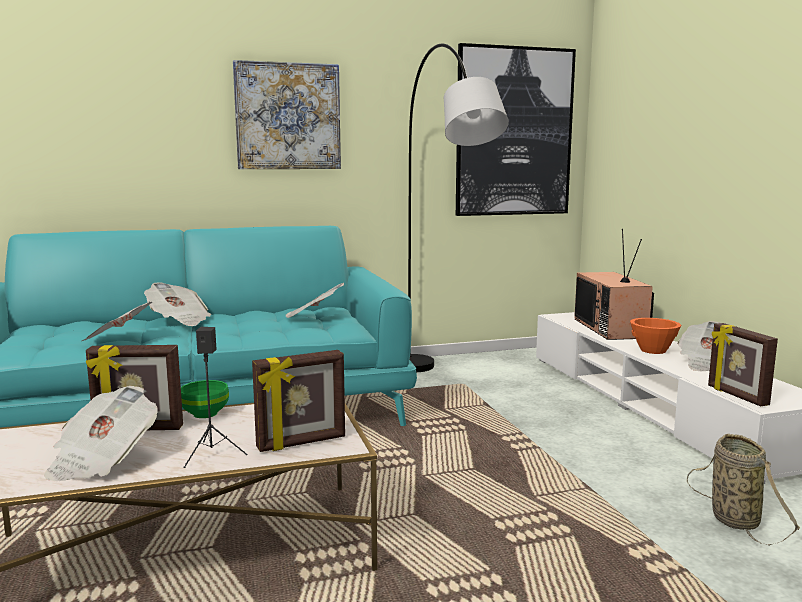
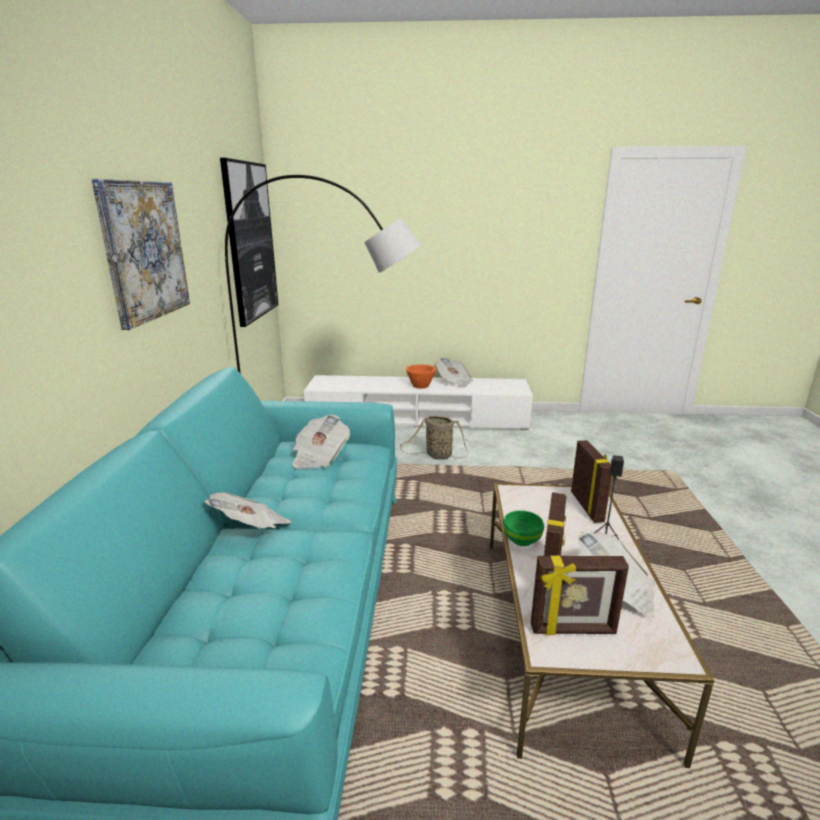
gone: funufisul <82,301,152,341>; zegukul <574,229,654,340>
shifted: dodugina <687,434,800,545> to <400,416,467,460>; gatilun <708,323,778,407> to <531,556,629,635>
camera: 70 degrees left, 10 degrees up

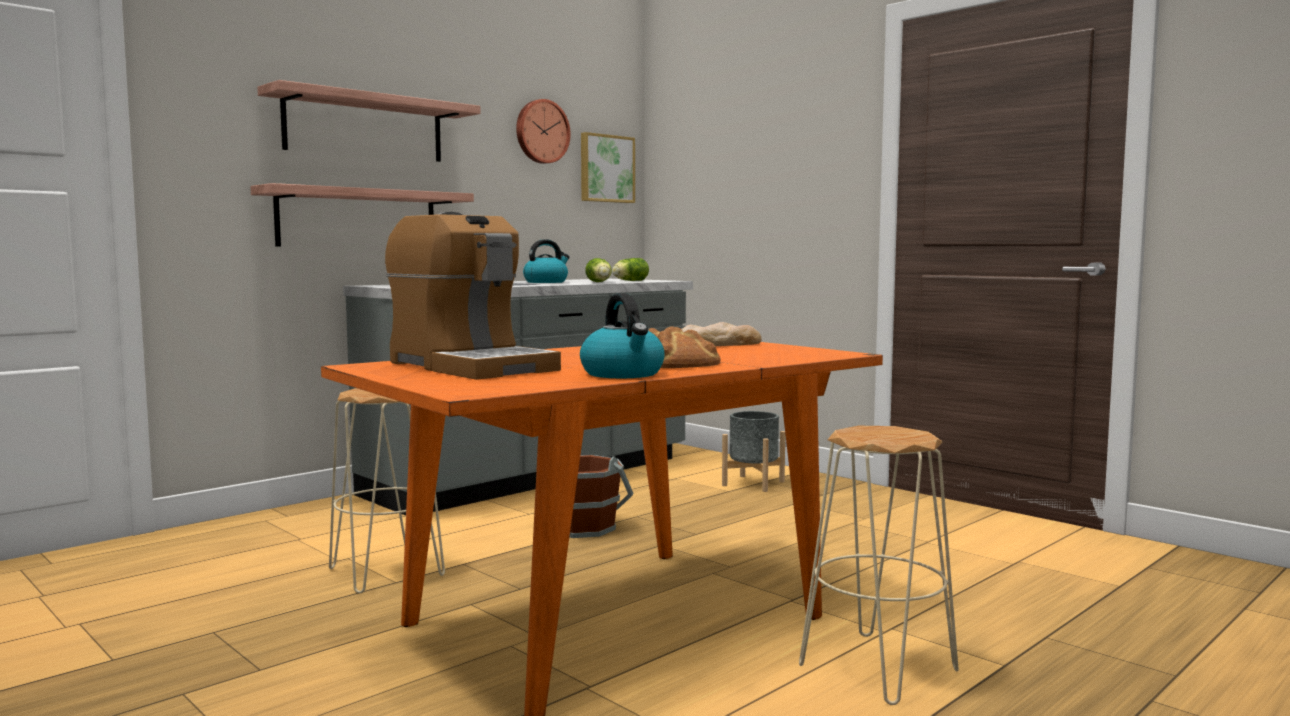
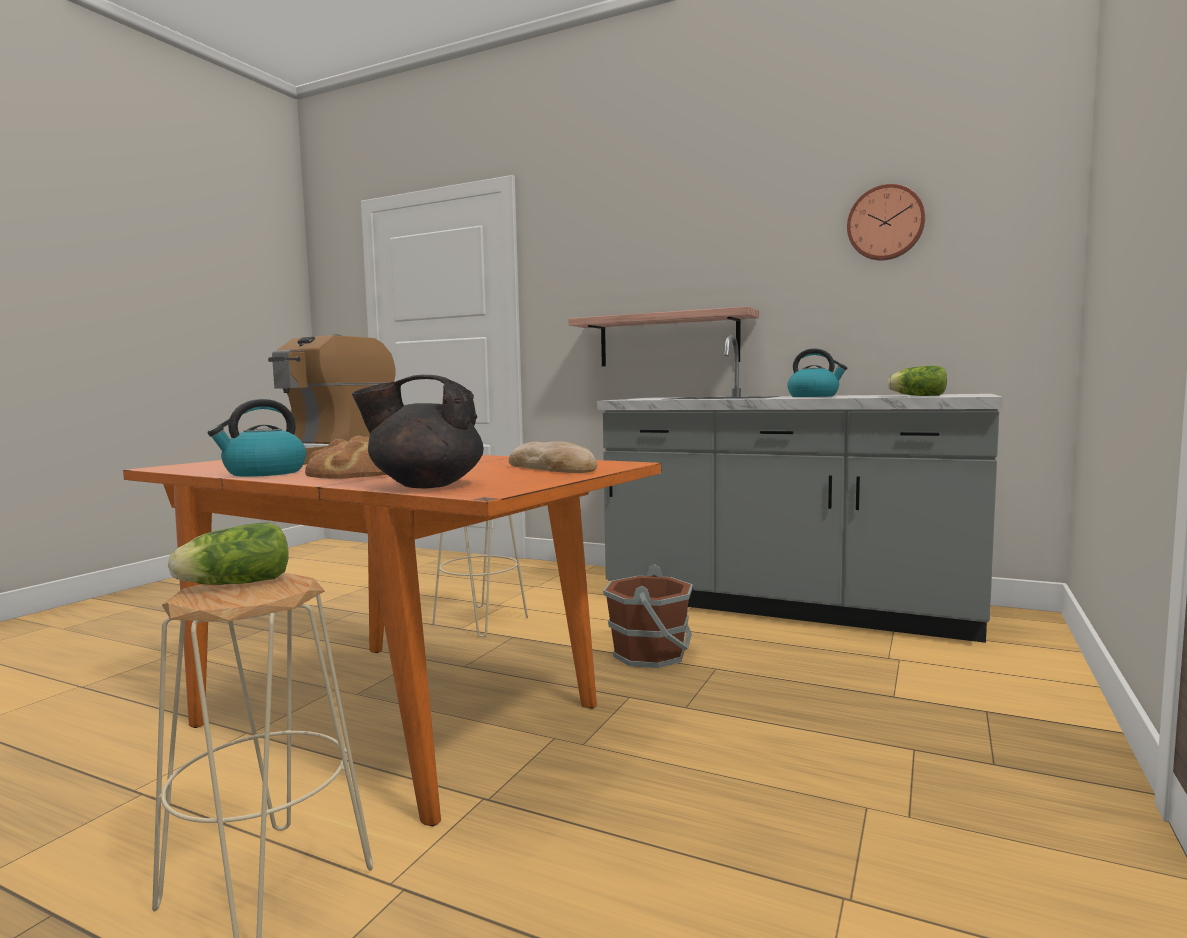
gone: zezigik <257,80,481,162>; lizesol <581,132,635,203>; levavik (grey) <722,411,785,492>
new: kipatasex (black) <352,375,484,489>
shifted: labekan <585,258,612,282> to <168,523,289,585>
camera: 70 degrees right, 0 degrees up

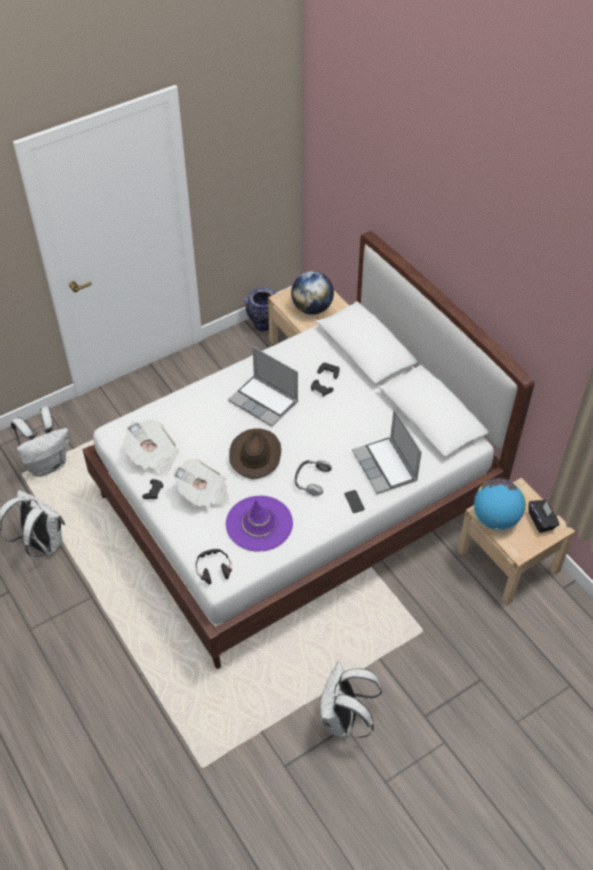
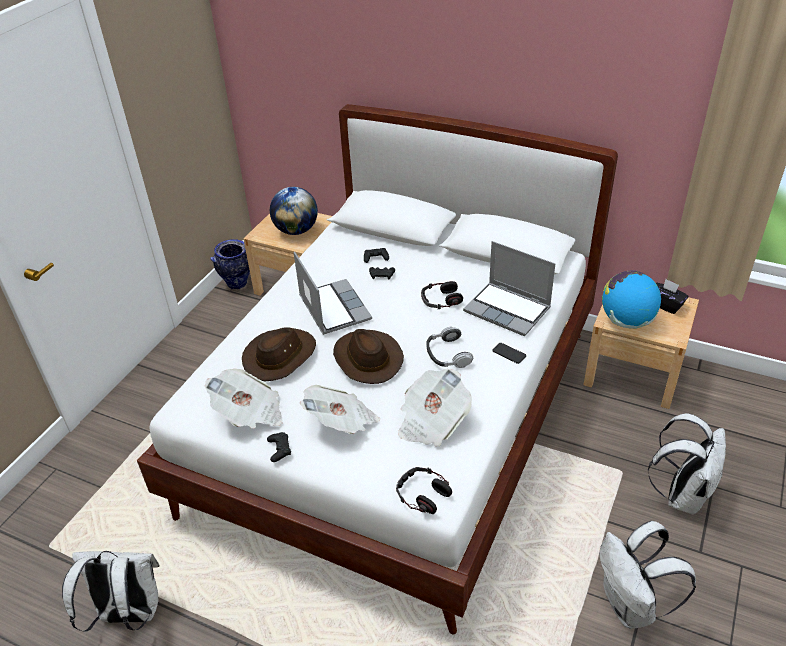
new: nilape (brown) <242,327,316,381>; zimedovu <421,281,463,309>
shifted: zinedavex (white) <11,407,70,477> to <648,413,726,515>
swapped: nilape (purple) <226,496,293,551> to funufisul <398,369,472,447>
rotated: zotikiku <228,346,298,427> = <294,252,372,335> 120 degrees counterclockwise
camera: 30 degrees left, 10 degrees down

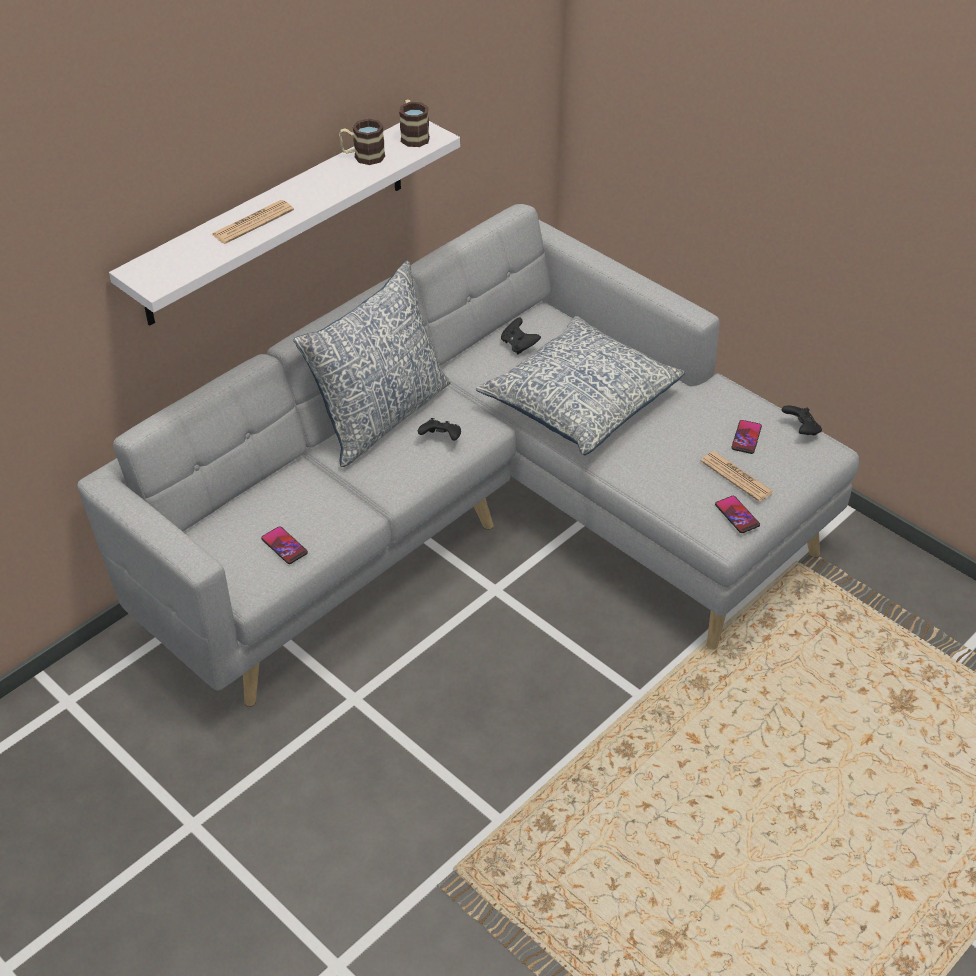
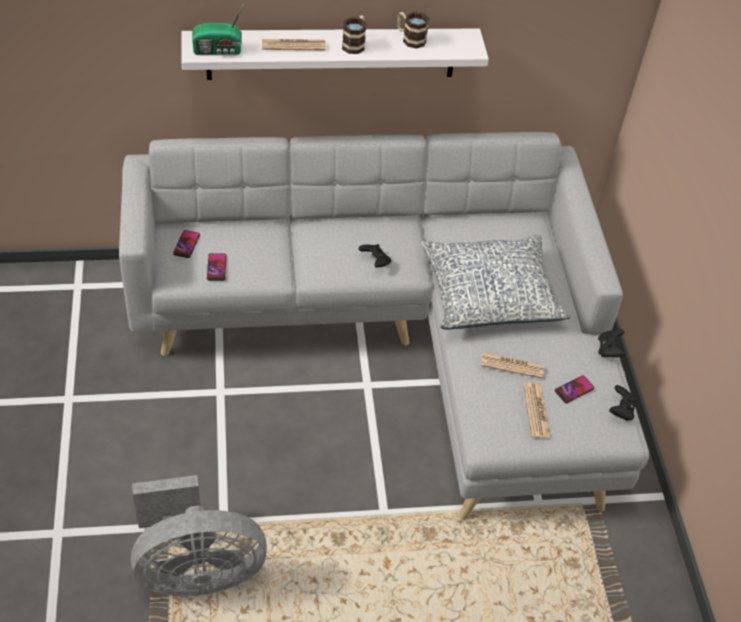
gone: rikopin <293,261,451,467>
new: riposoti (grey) <131,475,267,596>; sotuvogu <192,4,244,55>; funufisul <481,352,545,379>
shifted: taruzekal <399,99,430,147> to <342,15,366,54>; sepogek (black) <501,318,541,354> to <598,329,625,357>; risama <715,496,760,533> to <173,230,200,258>
camera: 35 degrees right, 5 degrees up

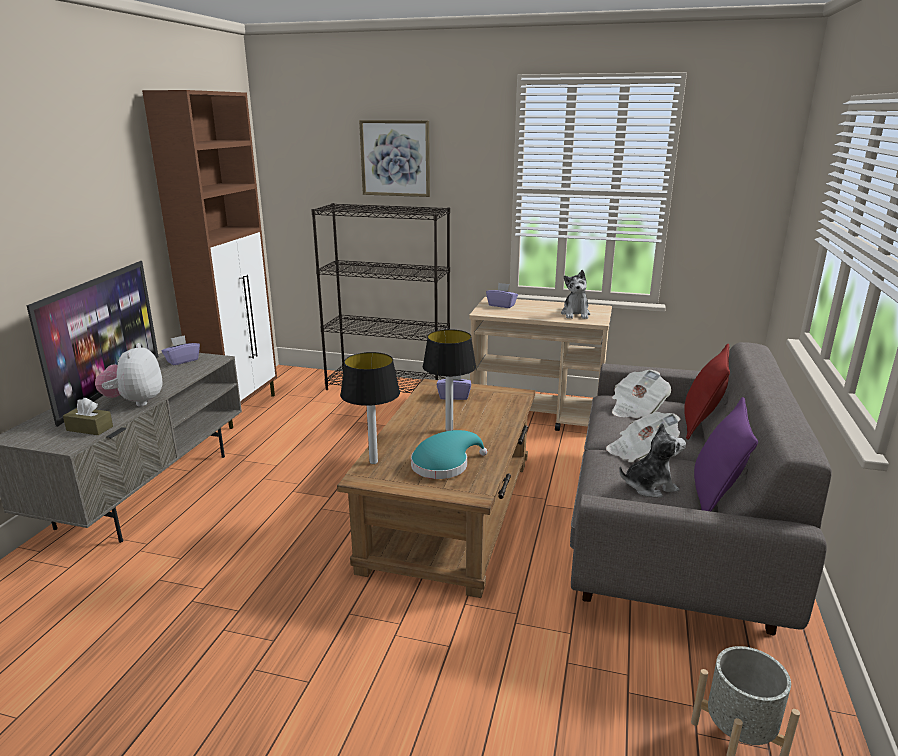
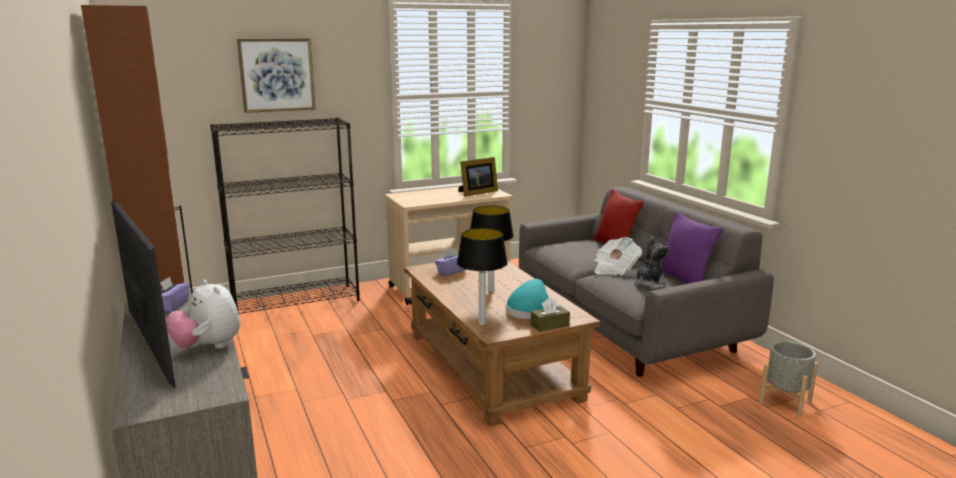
gone: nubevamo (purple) <486,283,518,308>; funufisul <612,370,671,418>
shifted: nubevamo (brown) <63,398,113,435> to <530,297,570,332>
swapped: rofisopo <561,270,590,319> to gatilun <458,157,498,197>
camera: 40 degrees left, 5 degrees down

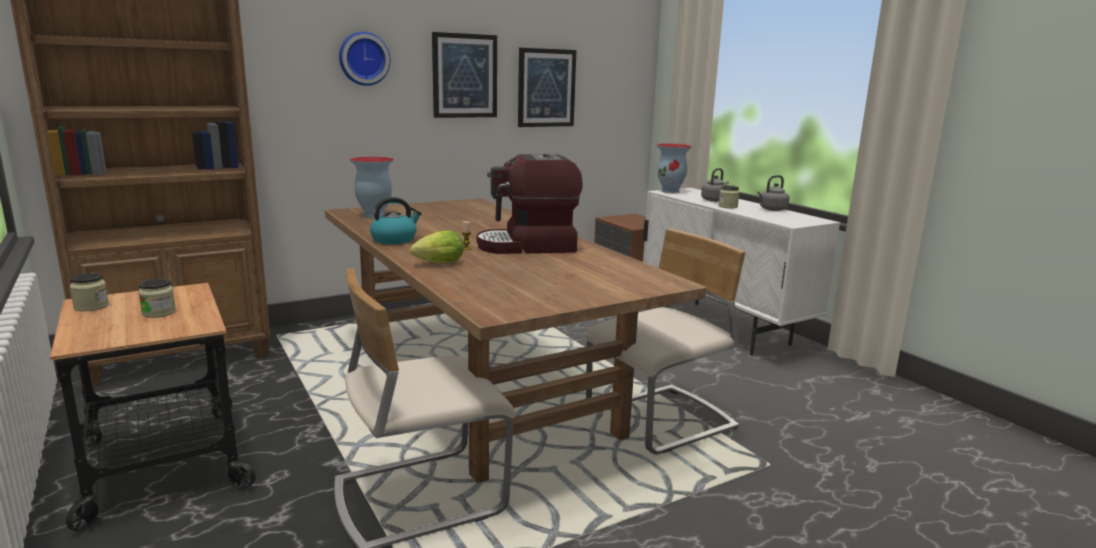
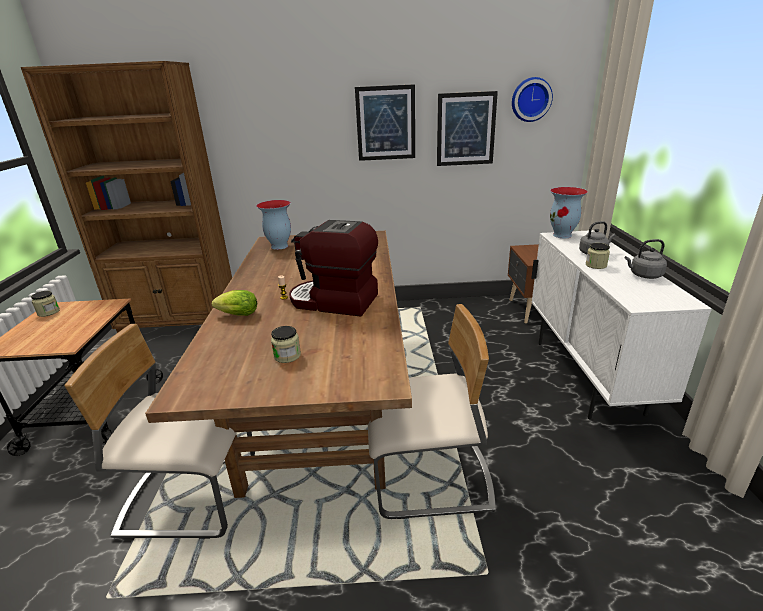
gone: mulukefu <370,197,422,244>
shifted: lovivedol <138,278,176,318> to <271,326,301,363>; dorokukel <339,32,390,86> to <512,77,553,122>
camera: 30 degrees right, 10 degrees up

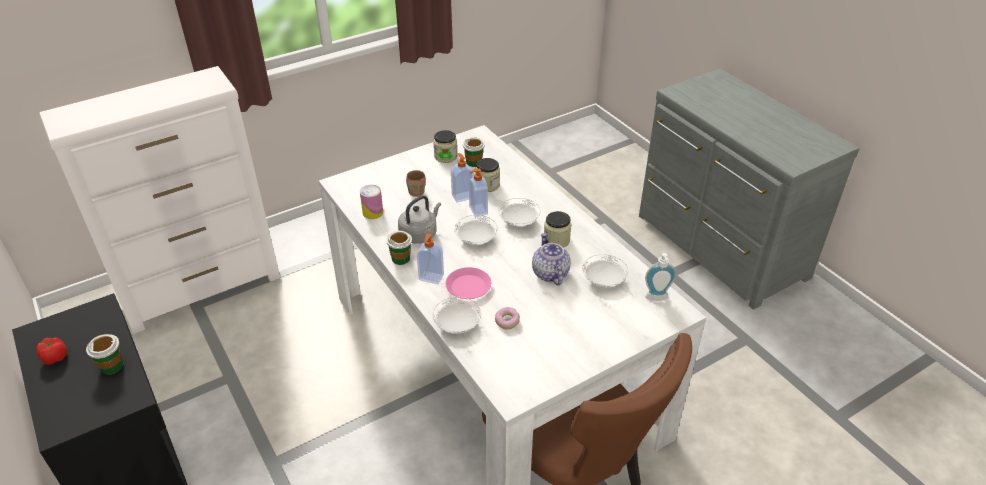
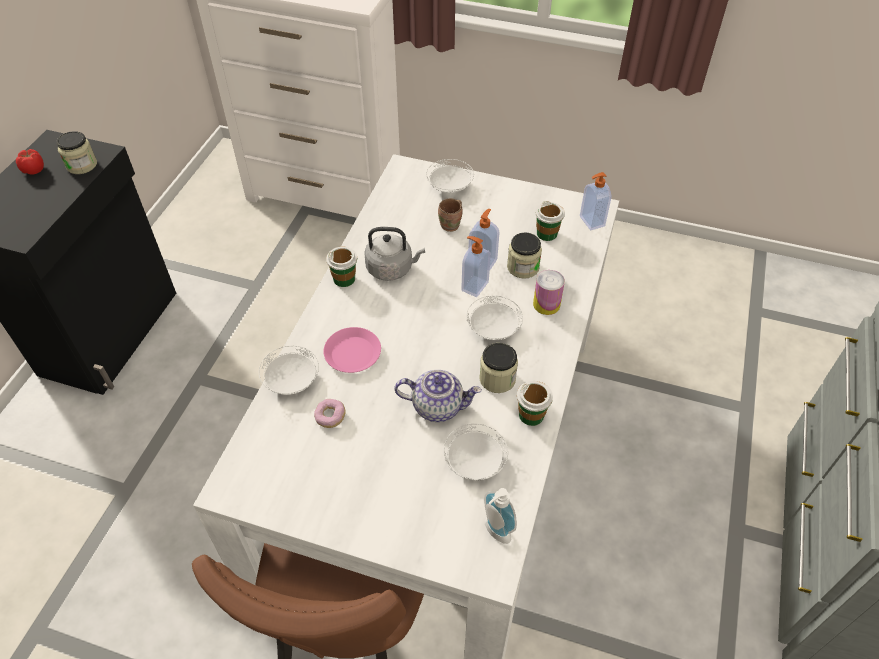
shifted: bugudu <86,334,124,374> to <517,381,553,426>; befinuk <360,185,383,219> to <533,270,565,315>; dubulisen <417,234,444,284> to <580,172,611,230>; lovivedol <433,130,458,163> to <56,131,97,174>; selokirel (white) <454,215,498,245> to <426,159,474,193>
rotated: kipatasex <532,233,571,285> = <395,370,482,422> 60 degrees clockwise
camera: 50 degrees right, 10 degrees up

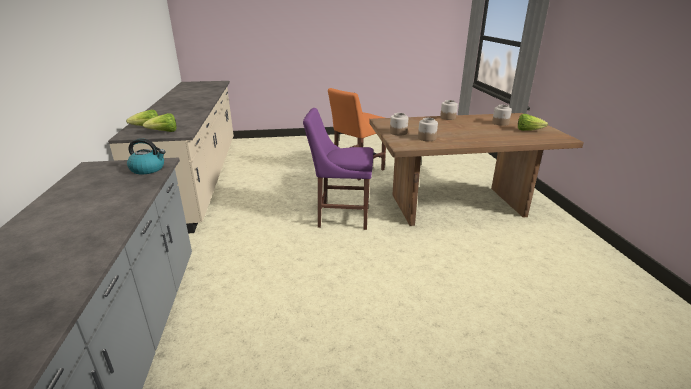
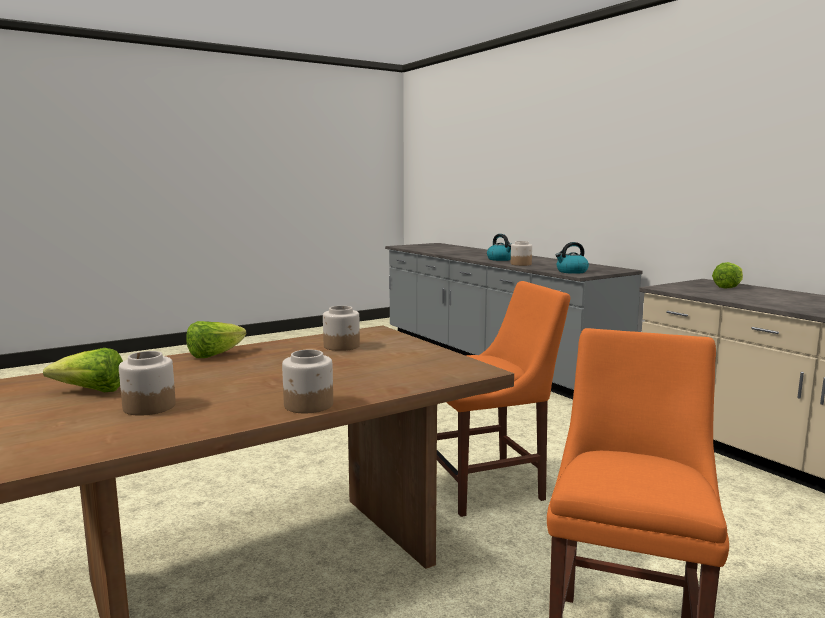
new: mulukefu <487,234,512,261>
shifted: labekan <143,113,176,132> to <186,321,247,358>; lovivedol <390,113,408,135> to <511,241,532,266>
repainted: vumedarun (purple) <303,108,374,230> to vumedarun (orange) <437,281,570,517>
camera: 155 degrees right, 15 degrees down

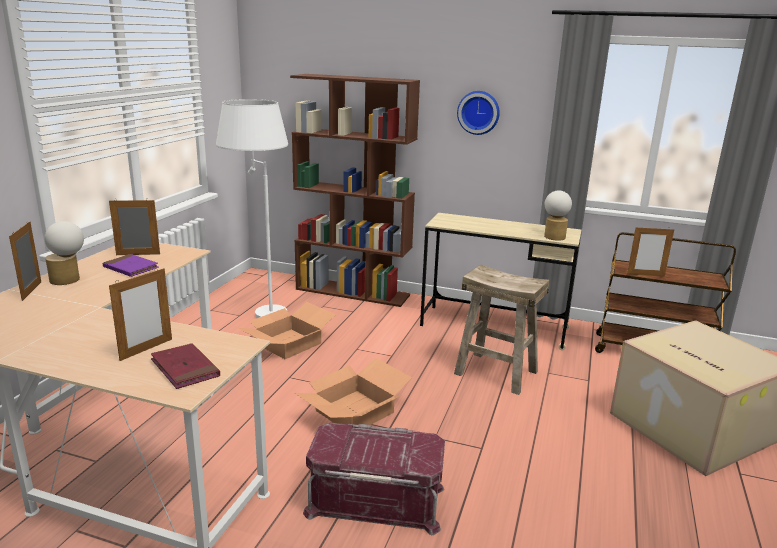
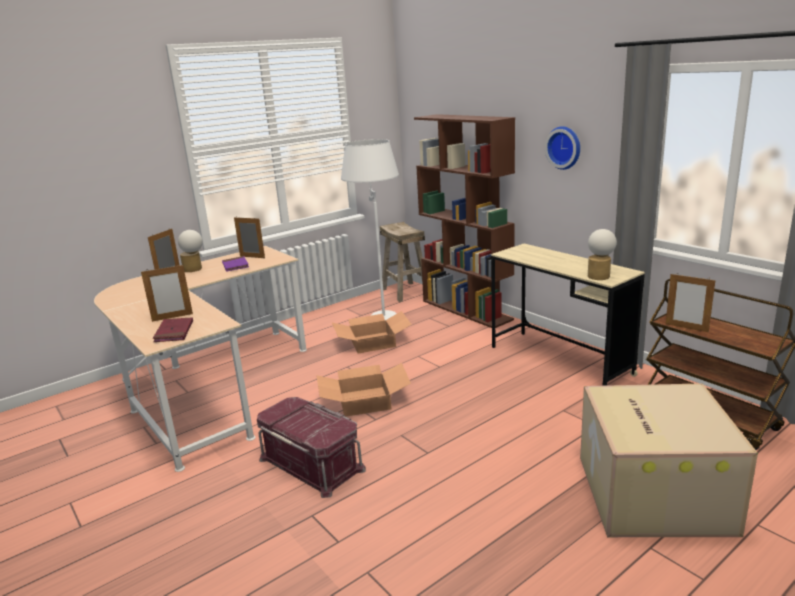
shifted: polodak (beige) <454,264,549,395> to <380,222,425,302>
camera: 35 degrees right, 0 degrees up

